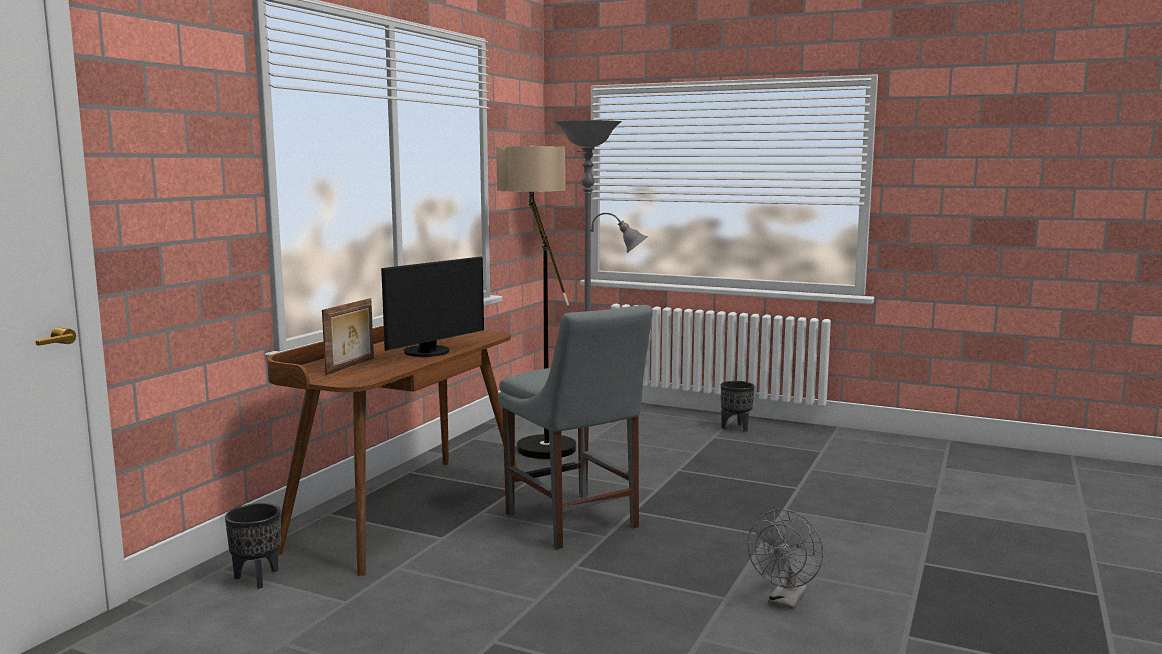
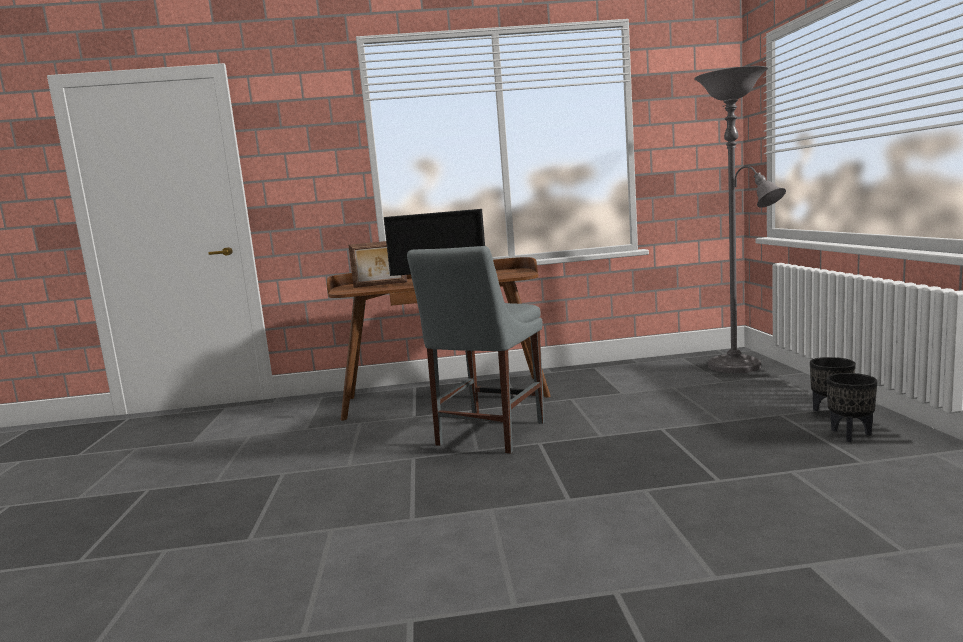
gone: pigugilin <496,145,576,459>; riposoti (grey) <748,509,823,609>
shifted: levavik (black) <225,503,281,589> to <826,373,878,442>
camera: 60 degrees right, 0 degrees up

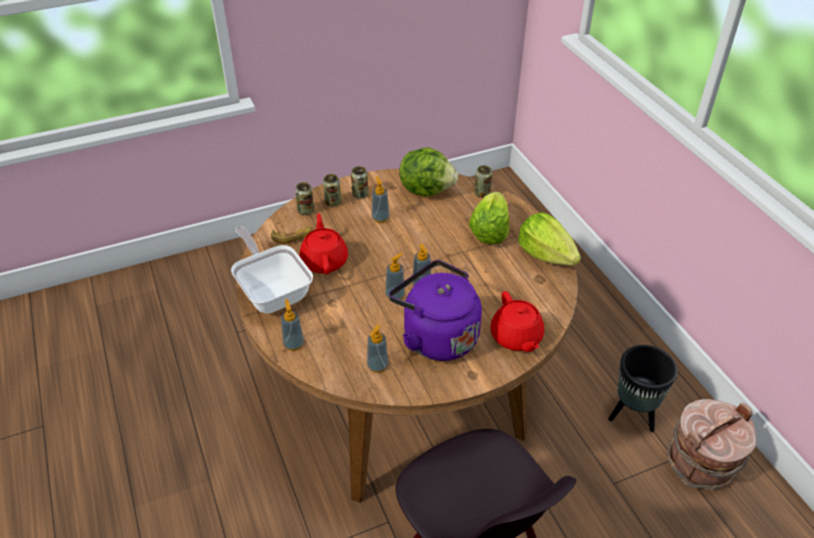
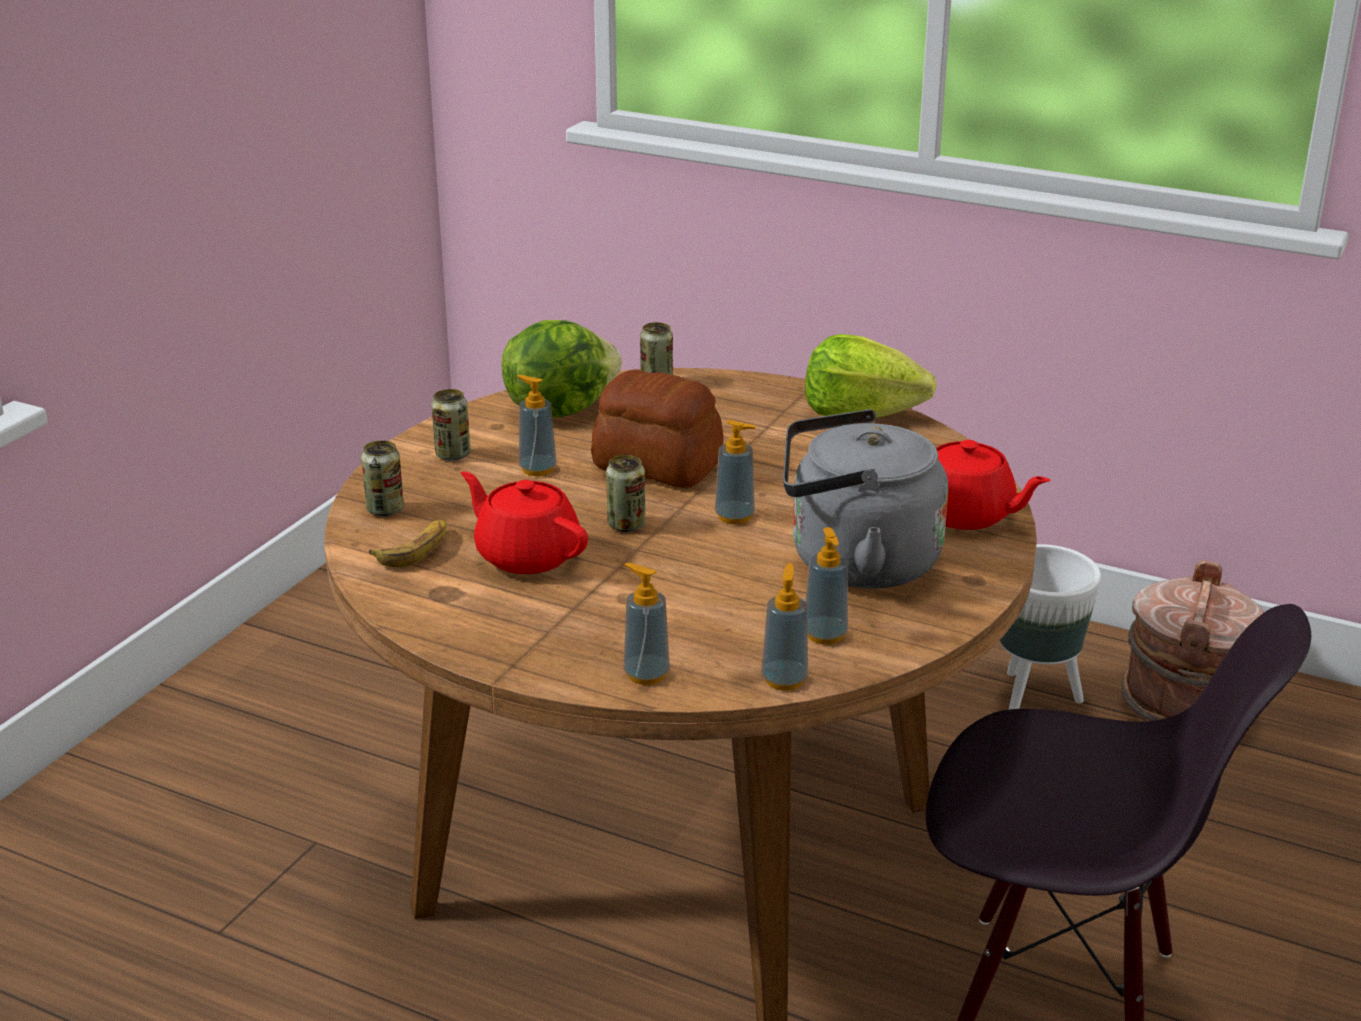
gone: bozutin <231,226,313,314>; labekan <469,192,509,244>
new: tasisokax <591,370,724,488>
shifted: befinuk <323,174,341,207> to <606,455,645,532>; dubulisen <385,253,405,300> to <761,563,808,691>
repainted: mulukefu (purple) <389,260,482,361> to mulukefu (grey) <783,409,948,589>; levavik (black) <608,345,678,432> to levavik (white) <1000,544,1101,710>
camera: 40 degrees left, 15 degrees down

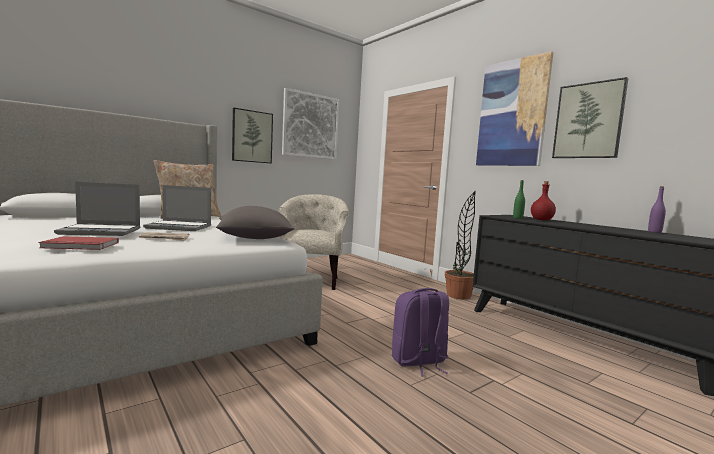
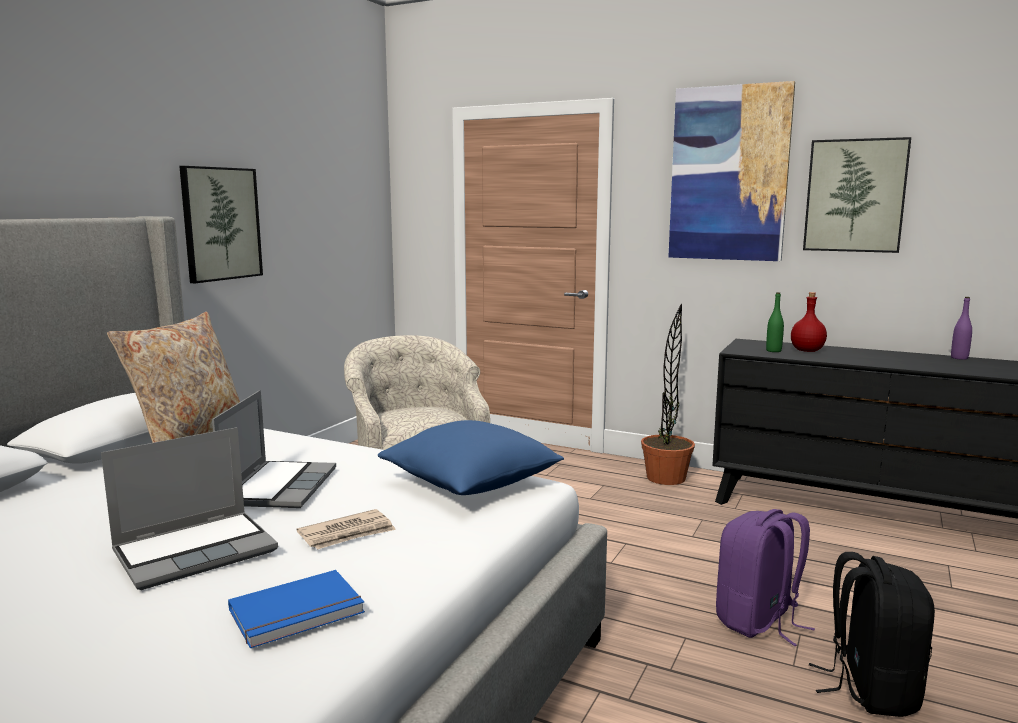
gone: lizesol <282,88,339,160>
new: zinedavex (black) <809,552,935,717>
repainted: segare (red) <39,236,119,250> to segare (blue) <228,570,365,648>; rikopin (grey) <216,206,294,239> to rikopin (blue) <378,420,564,495>
rotated: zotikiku <143,185,211,231> = <212,390,336,508> 60 degrees counterclockwise
camera: 25 degrees left, 5 degrees up

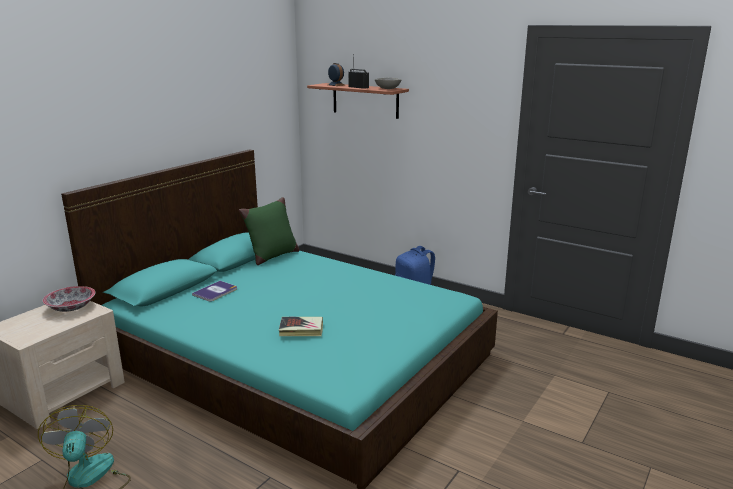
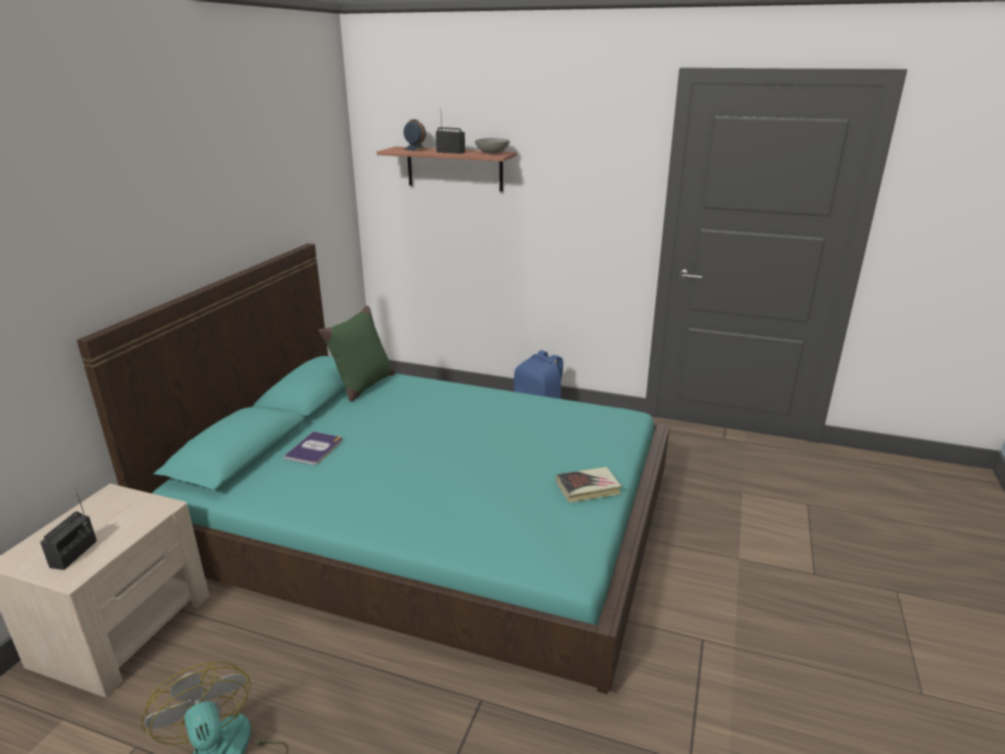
gone: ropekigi <43,286,95,312>
new: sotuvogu <40,488,97,570>
shifted: segare <279,317,323,336> to <556,467,622,503>
camera: 15 degrees left, 5 degrees up

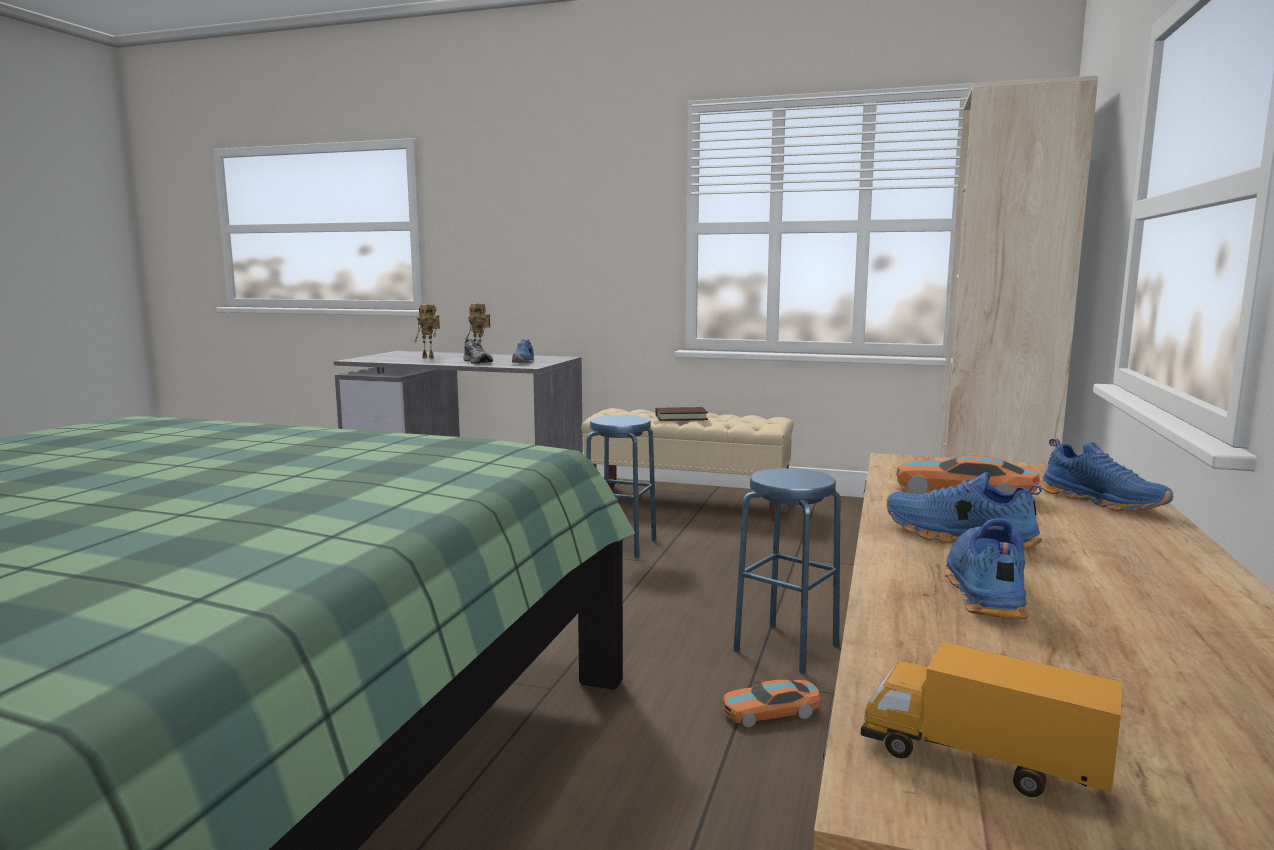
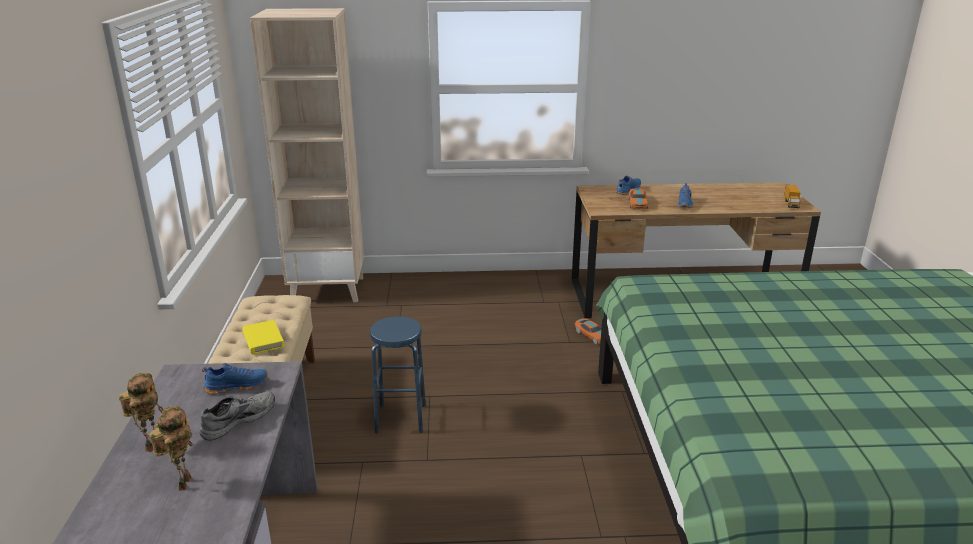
gone: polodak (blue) <733,468,840,674>; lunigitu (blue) <945,519,1029,619>
repainted: segare (brown) <655,407,708,421> to segare (yellow) <242,320,285,354>
camera: 110 degrees left, 15 degrees up

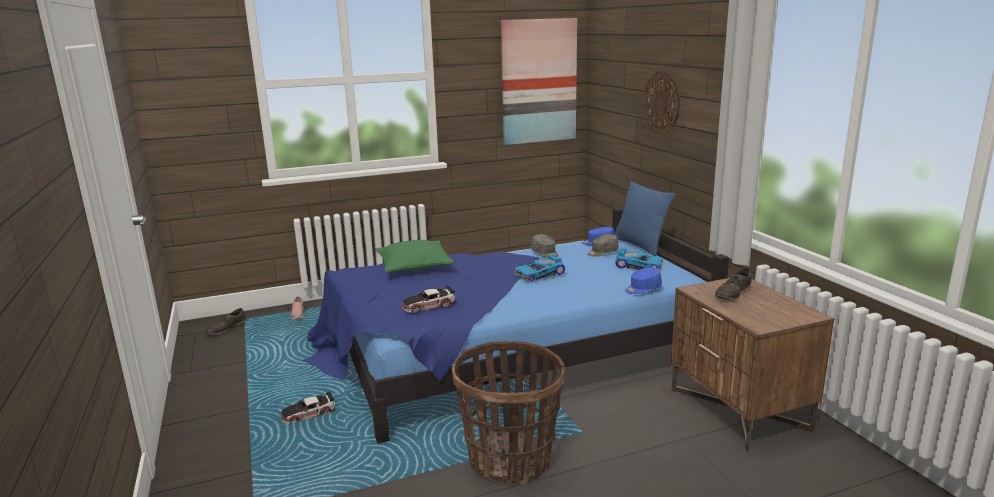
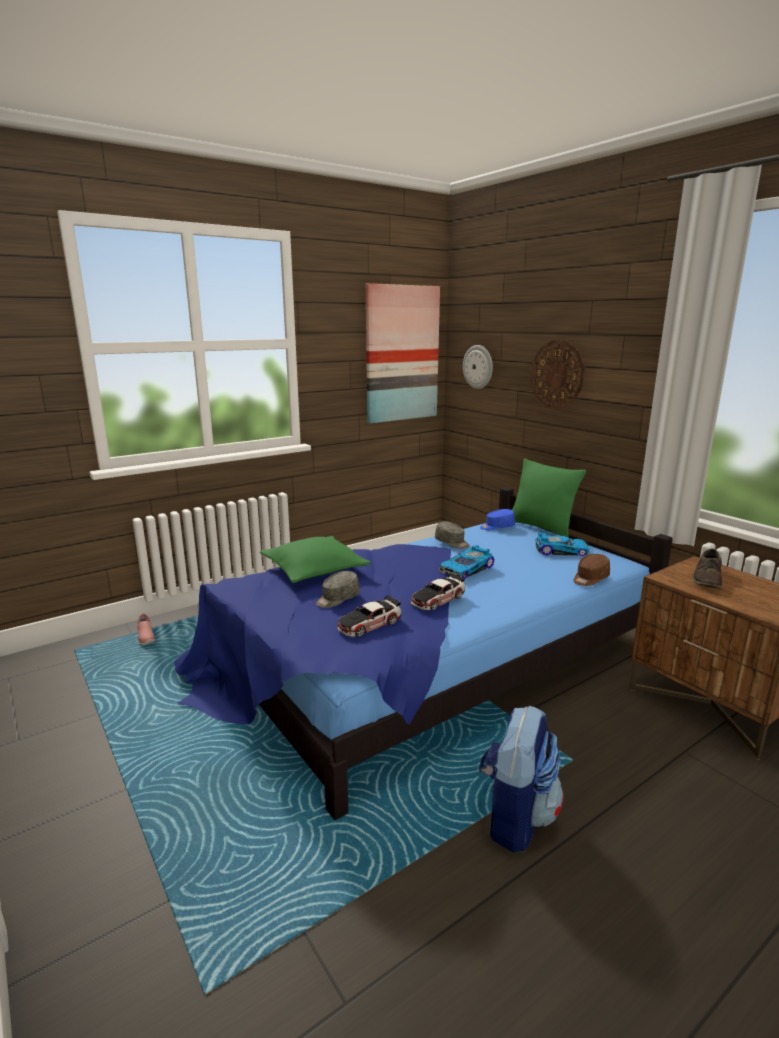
gone: lunigitu (brown) <205,308,246,335>
new: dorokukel <463,345,493,389>
shifted: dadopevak <281,391,335,424> to <410,573,465,611>; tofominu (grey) <587,234,619,257> to <316,571,360,608>
swapped: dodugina <452,341,565,485> to zinedavex <479,705,564,853>
repainted: rikopin (blue) <614,181,676,256> to rikopin (green) <512,458,586,537>; tofominu (blue) <625,267,662,294> to tofominu (brown) <573,554,610,586>
camera: 15 degrees left, 0 degrees up

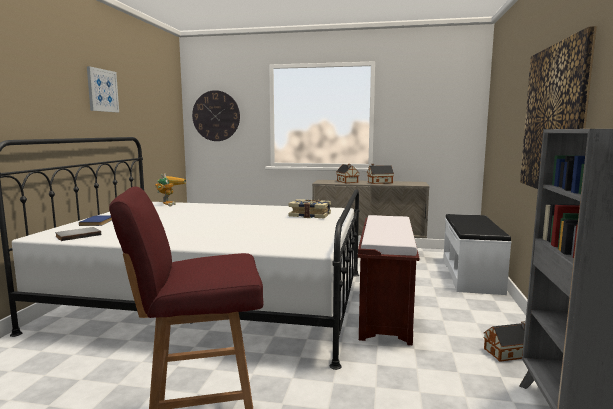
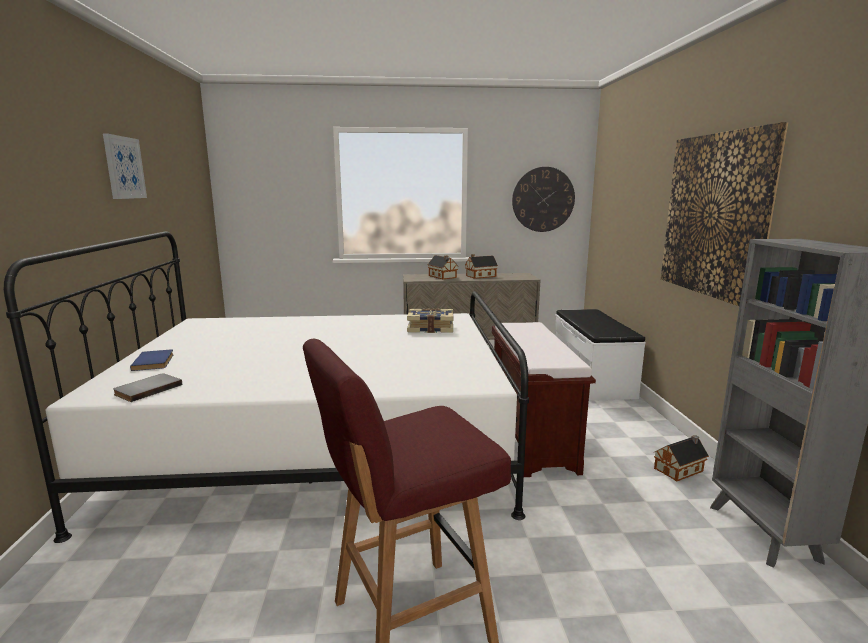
gone: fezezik <155,173,186,207>
shifted: dorokukel <192,90,240,141> to <512,167,575,232>
camera: 15 degrees left, 5 degrees up

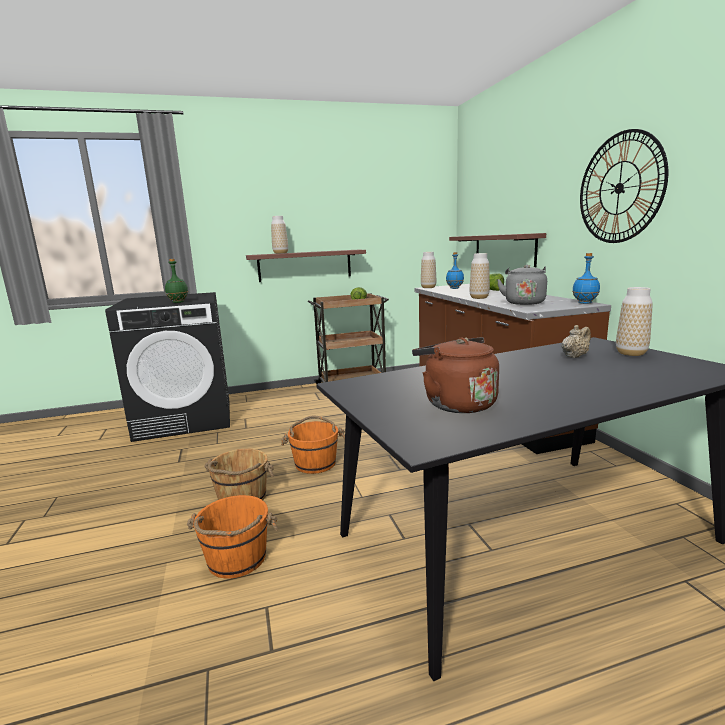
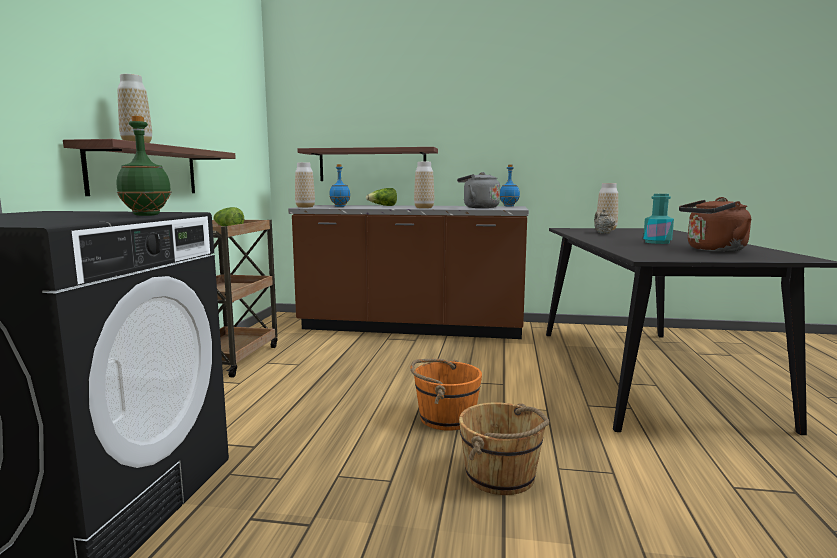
gone: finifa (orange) <187,495,278,579>; dorokukel <580,129,668,243>
new: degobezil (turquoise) <643,194,674,244>
camera: 65 degrees left, 5 degrees down

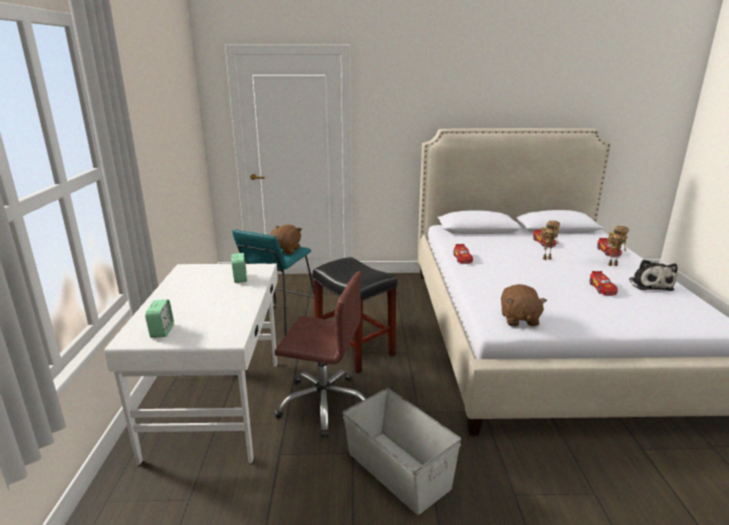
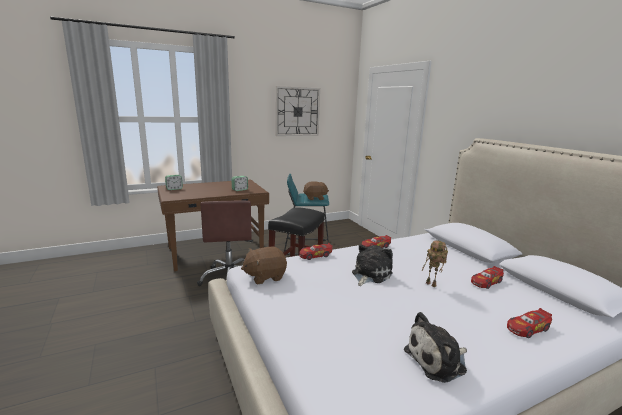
gone: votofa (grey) <343,388,461,515>; fezezik <607,226,629,266>
new: dorokukel <276,86,320,136>; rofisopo <352,245,393,286>
shifted: dadopevak <590,271,618,296> to <299,243,333,260>
repainted: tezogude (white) <104,263,278,465> to tezogude (brown) <157,180,269,271>
camera: 65 degrees right, 5 degrees down

